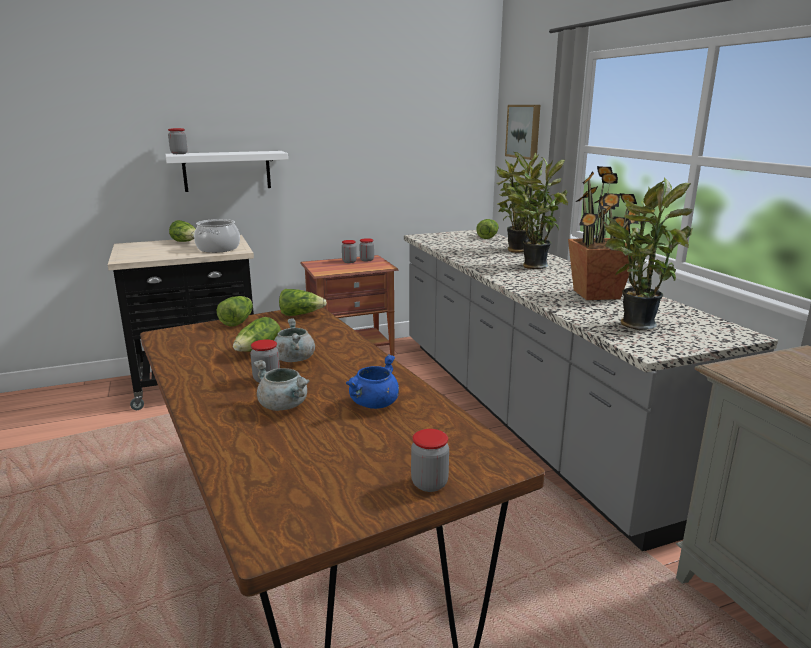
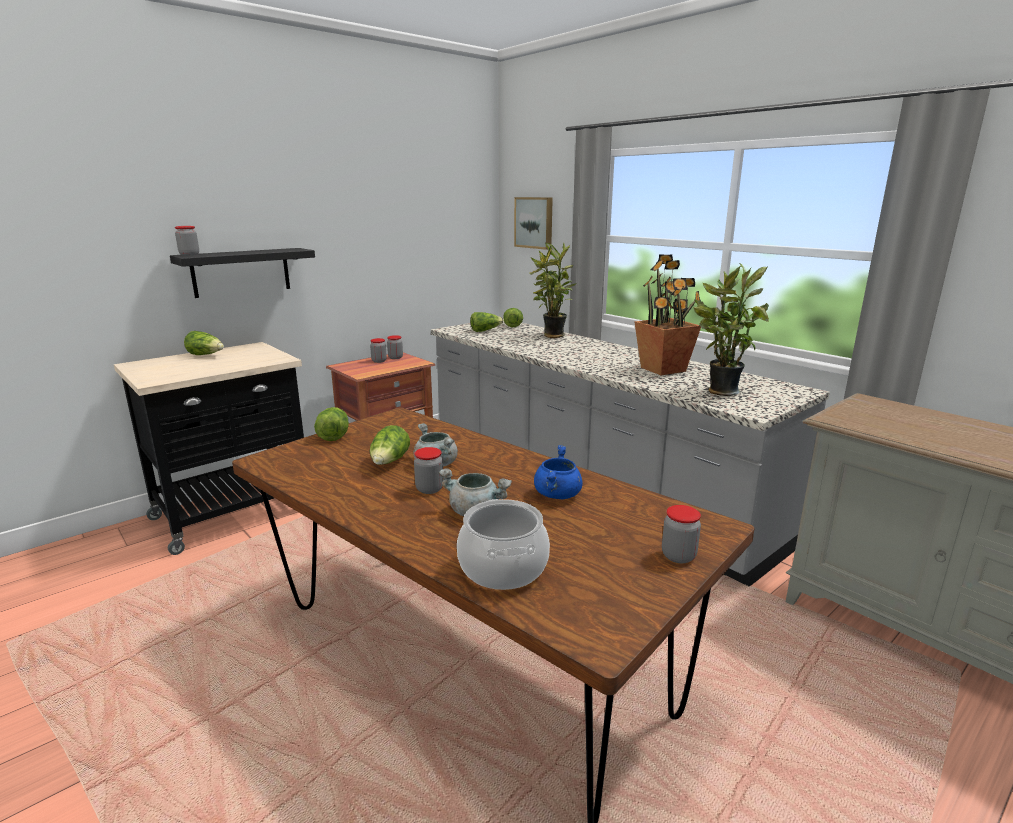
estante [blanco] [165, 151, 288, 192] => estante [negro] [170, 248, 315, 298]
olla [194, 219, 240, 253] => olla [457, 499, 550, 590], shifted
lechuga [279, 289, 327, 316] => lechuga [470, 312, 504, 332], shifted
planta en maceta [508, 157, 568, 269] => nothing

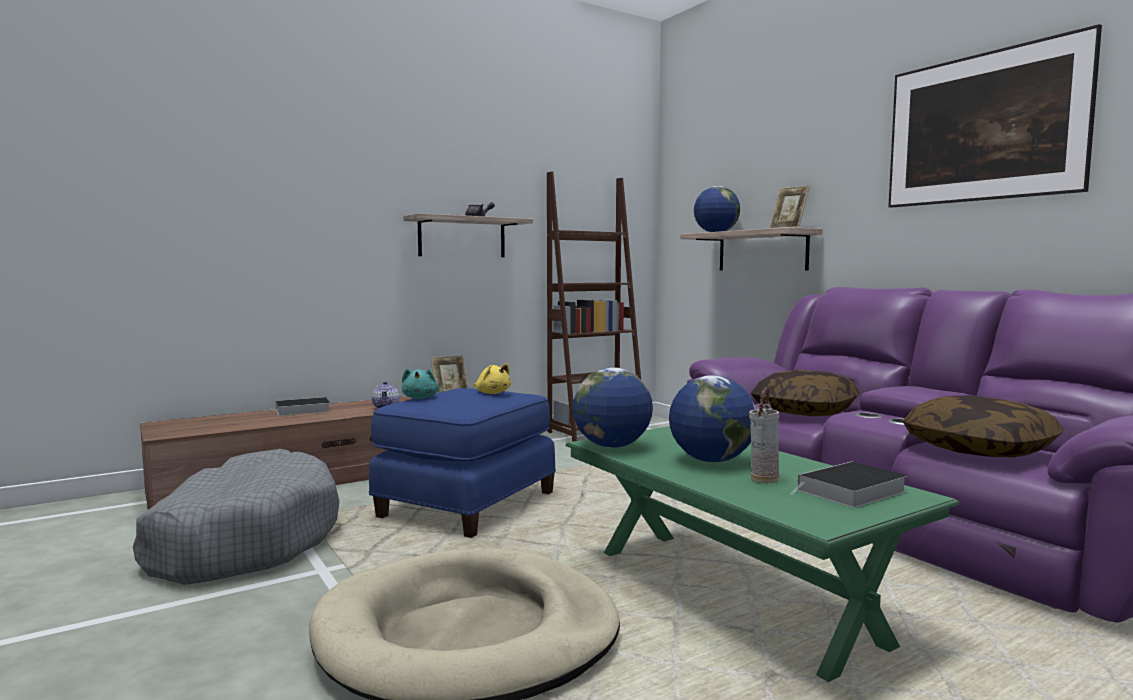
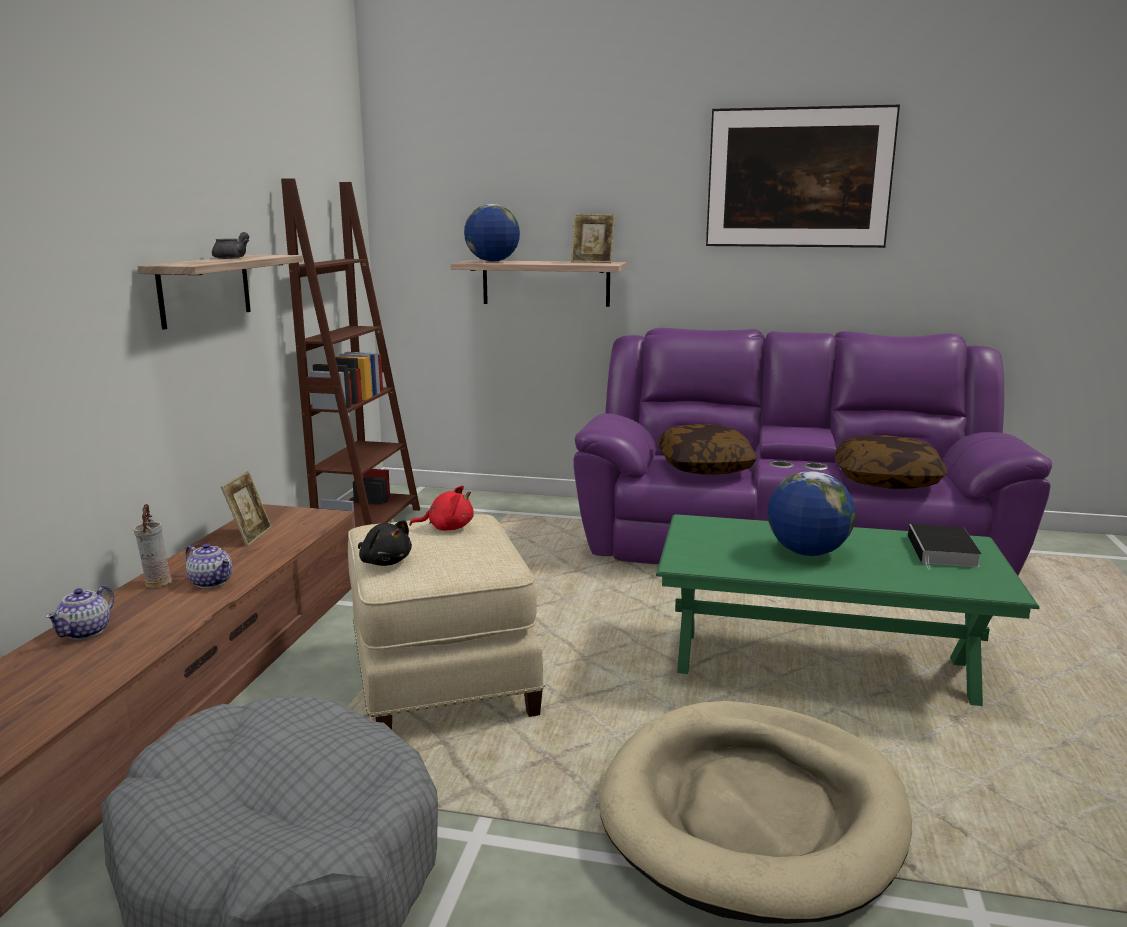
libro [266, 397, 330, 416] => tetera [45, 585, 114, 640]
florero [749, 386, 780, 483] => florero [133, 504, 172, 588], shifted
puf [azul] [369, 388, 556, 538] => puf [beis] [348, 514, 545, 730]
peluche [turquesa] [402, 369, 439, 399] => peluche [negro] [358, 520, 412, 566]
peluche [amarillo] [473, 364, 511, 394] => peluche [rojo] [409, 485, 474, 531]
globo terráqueo [573, 367, 653, 448] => nothing

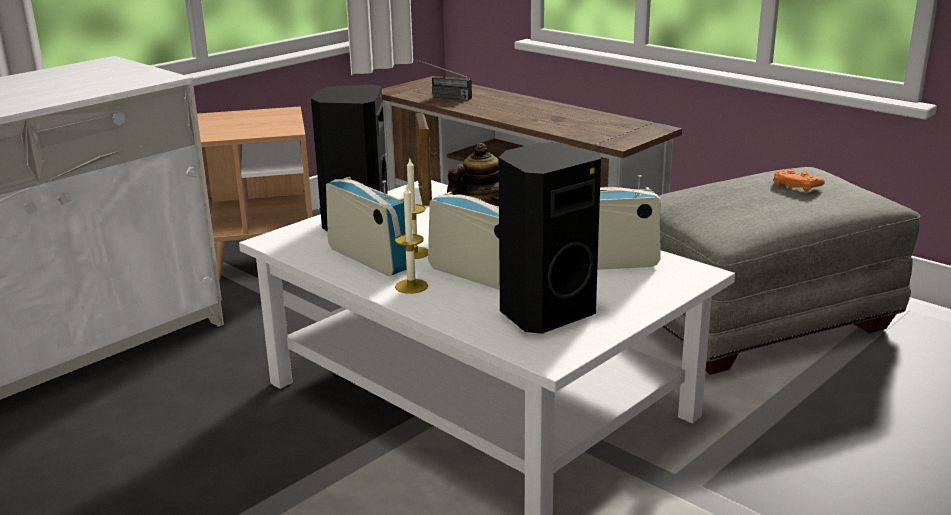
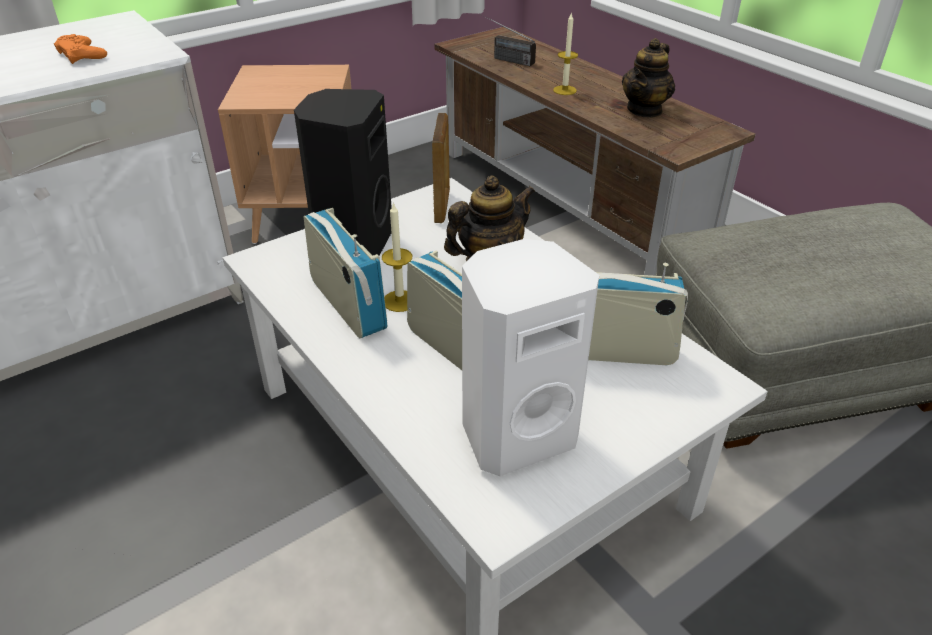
mando de consola [naranja] [773, 169, 825, 192] => mando de consola [naranja] [54, 34, 107, 64], shifted
altavoz [negro] [498, 143, 601, 334] => altavoz [blanco] [462, 239, 599, 476]
vela [395, 184, 428, 294] => vela [553, 12, 578, 95], shifted
nothing => tetera [622, 38, 675, 118]

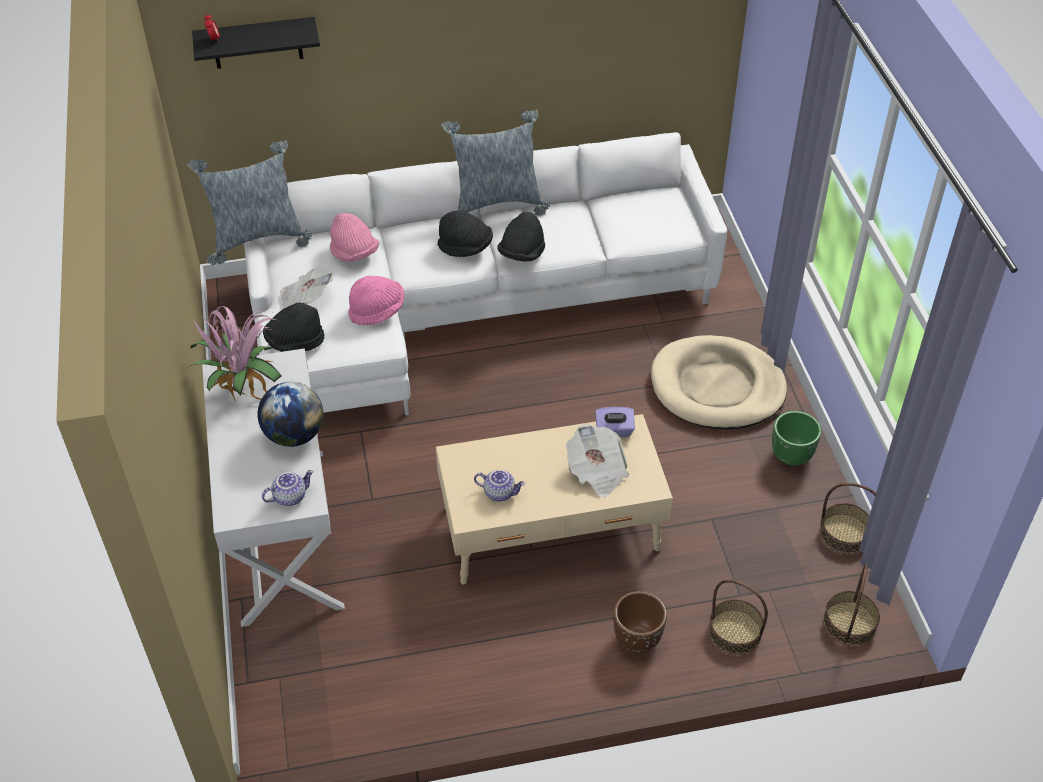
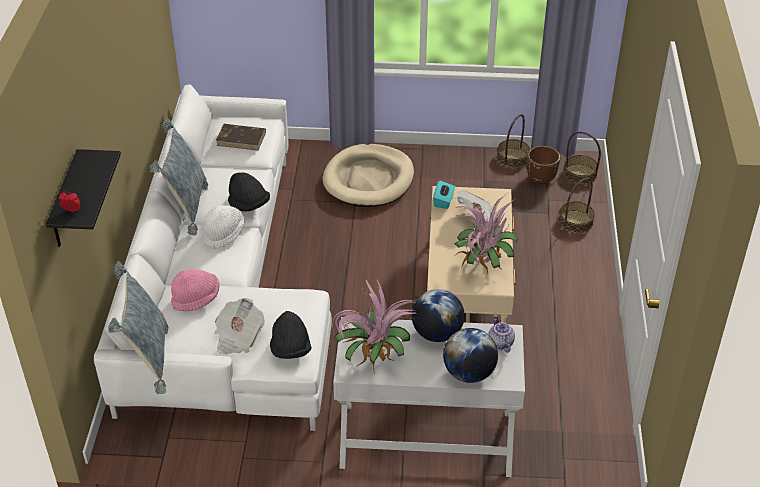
sombrero [negro] [438, 210, 493, 257] => sombrero [blanco] [203, 205, 245, 249]
nothing => libro [marrón] [216, 124, 266, 151]
caja de pañuelos [morado] [595, 407, 635, 437] => caja de pañuelos [turquesa] [433, 181, 455, 209]
nothing => globo terráqueo [443, 328, 498, 383]
tetera [474, 470, 525, 501] => planta en maceta [454, 193, 518, 275]
maceta [marrón] [613, 591, 667, 653] => maceta [marrón] [527, 146, 560, 184], shifted
sombrero [rosa] [348, 276, 405, 325] => nothing
maceta [verde] [772, 411, 821, 466] => nothing

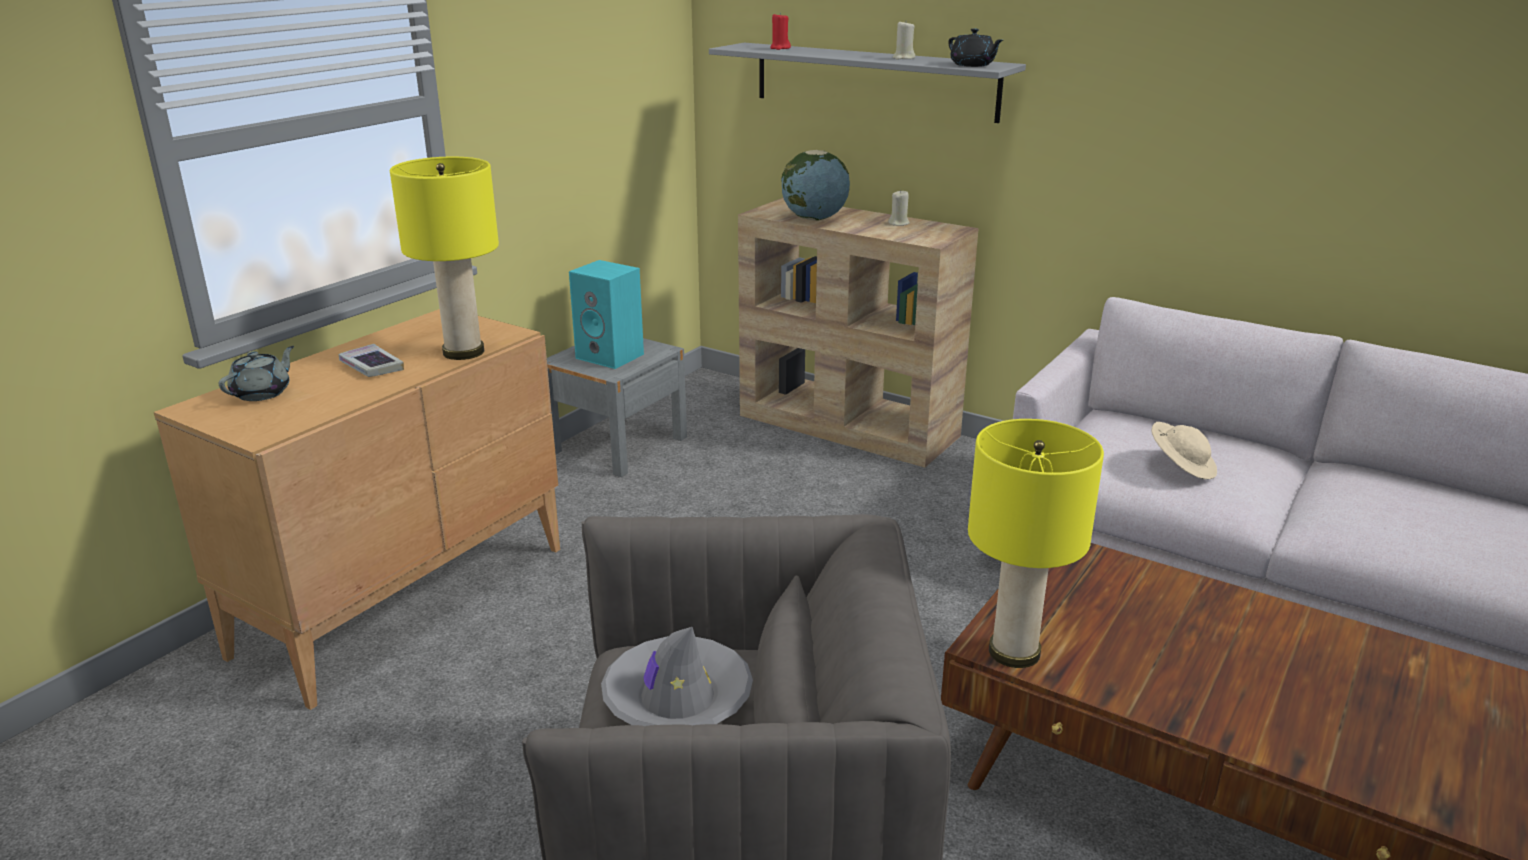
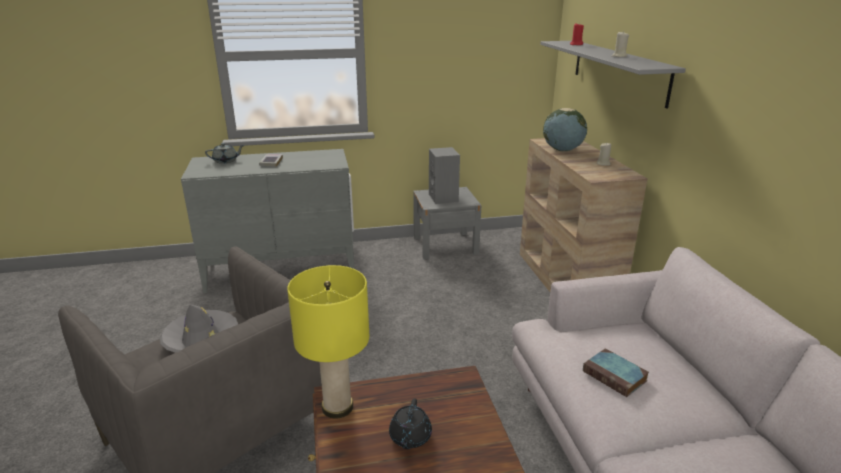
armario [marrón] [154, 309, 560, 710] => armario [gris] [181, 149, 354, 293]
tetera [negro] [948, 29, 1003, 67] => tetera [negro] [389, 398, 432, 449], shifted
altavoz [turquesa] [569, 260, 644, 369] => altavoz [gris] [429, 147, 460, 204]
sombrero [beis] [1152, 422, 1217, 480] => libro [583, 348, 649, 397]
lámpara de mesa [amarillo] [390, 157, 499, 360] => nothing

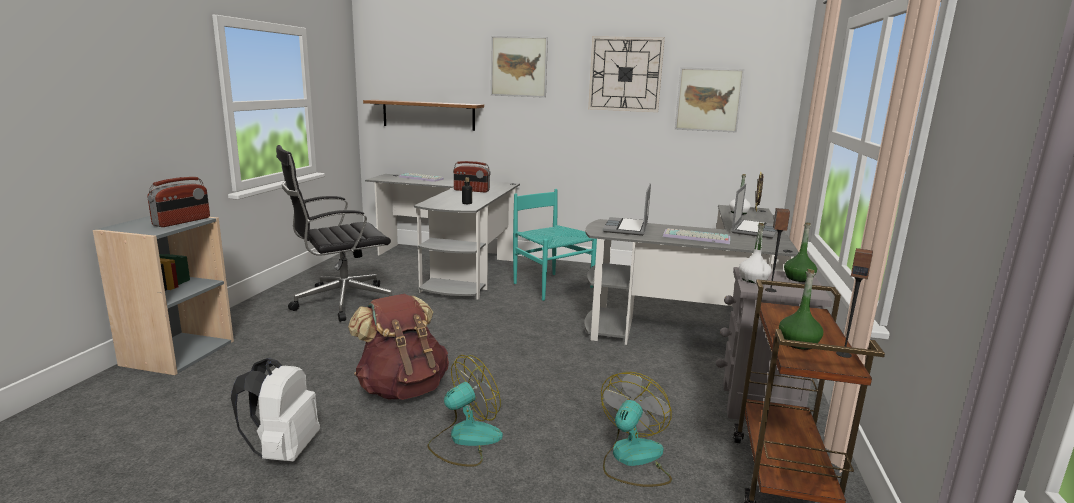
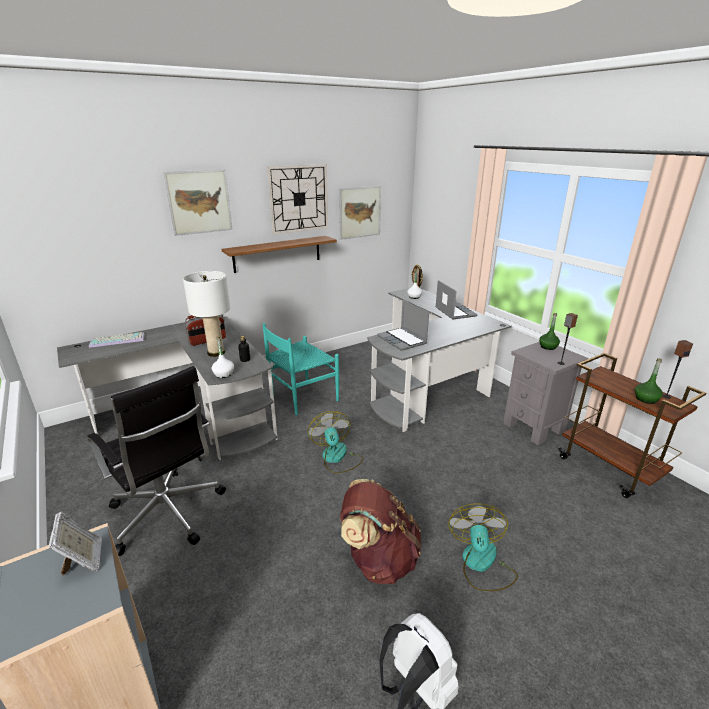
radio [147, 177, 210, 227] => portarretratos [49, 512, 102, 576]
silla de oficina [negro] [276, 145, 392, 322] => silla de oficina [negro] [87, 366, 226, 556], 60 degrees counterclockwise
nothing => lámpara de mesa [blanco] [183, 271, 230, 357]
botella [blanco] [739, 223, 771, 283] => botella [blanco] [212, 336, 234, 378], shifted
estante [363, 100, 484, 131] => estante [222, 236, 337, 273], shifted
silla [turquesa] [513, 189, 597, 301] => silla [turquesa] [263, 323, 339, 415], 45 degrees counterclockwise
ventilador [601, 372, 672, 487] => ventilador [308, 411, 363, 473], shifted
teclado [663, 228, 730, 244] => nothing

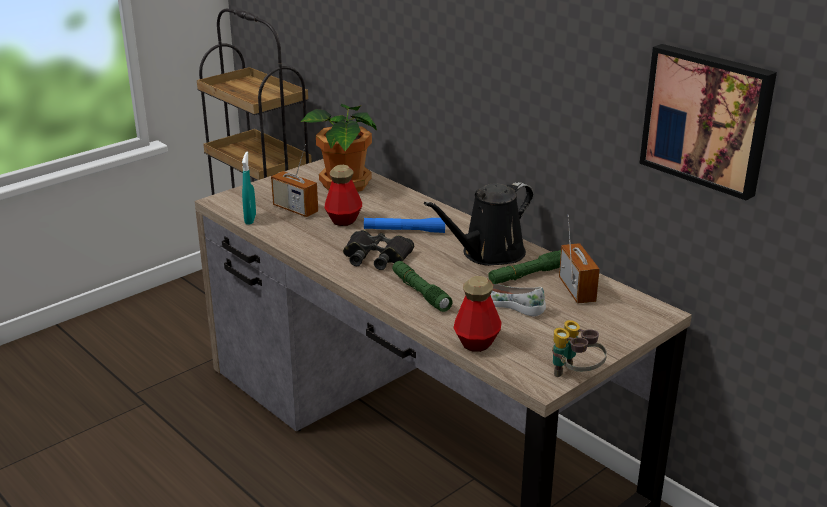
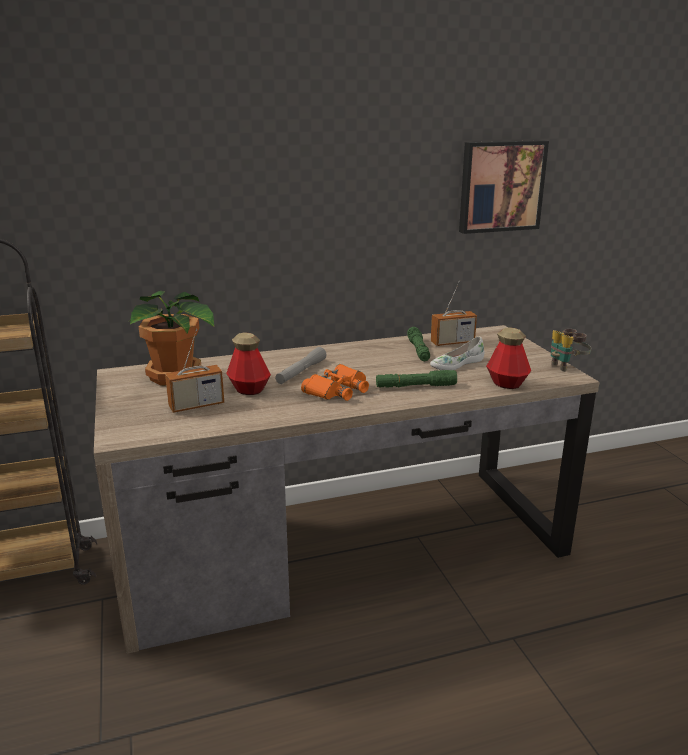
linterna [azul] [364, 218, 445, 233] => linterna [gris] [275, 347, 327, 384]
prismáticos [negro] [343, 230, 414, 270] => prismáticos [naranja] [301, 364, 369, 401]
radio [559, 215, 600, 304] => radio [431, 280, 477, 346], 150 degrees clockwise
pulverizador [turquesa] [242, 152, 256, 225] => nothing
regadera [negro] [424, 182, 534, 266] => nothing

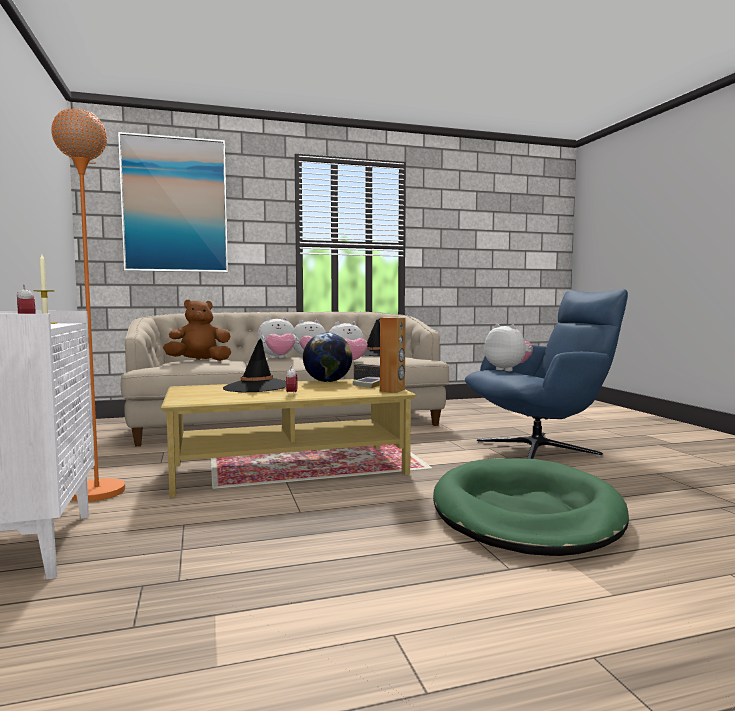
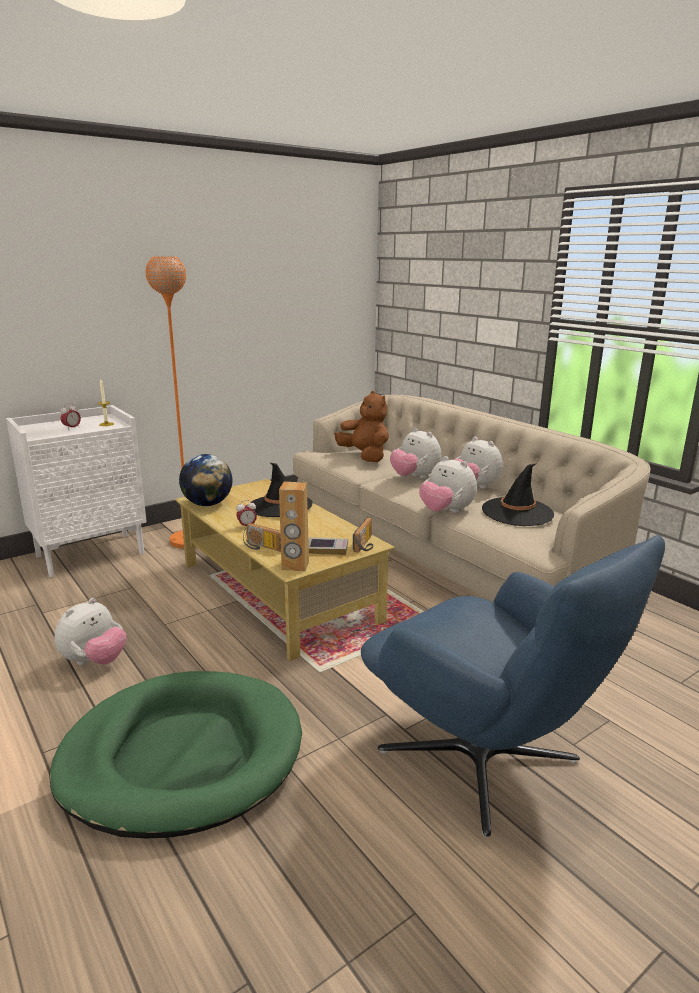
peluche [484, 324, 533, 371] => peluche [55, 598, 126, 665], shifted
globo terráqueo [303, 333, 352, 382] => globo terráqueo [179, 454, 232, 506], shifted
nothing => radio [243, 523, 281, 552]
cuadro [118, 132, 228, 272] => nothing

